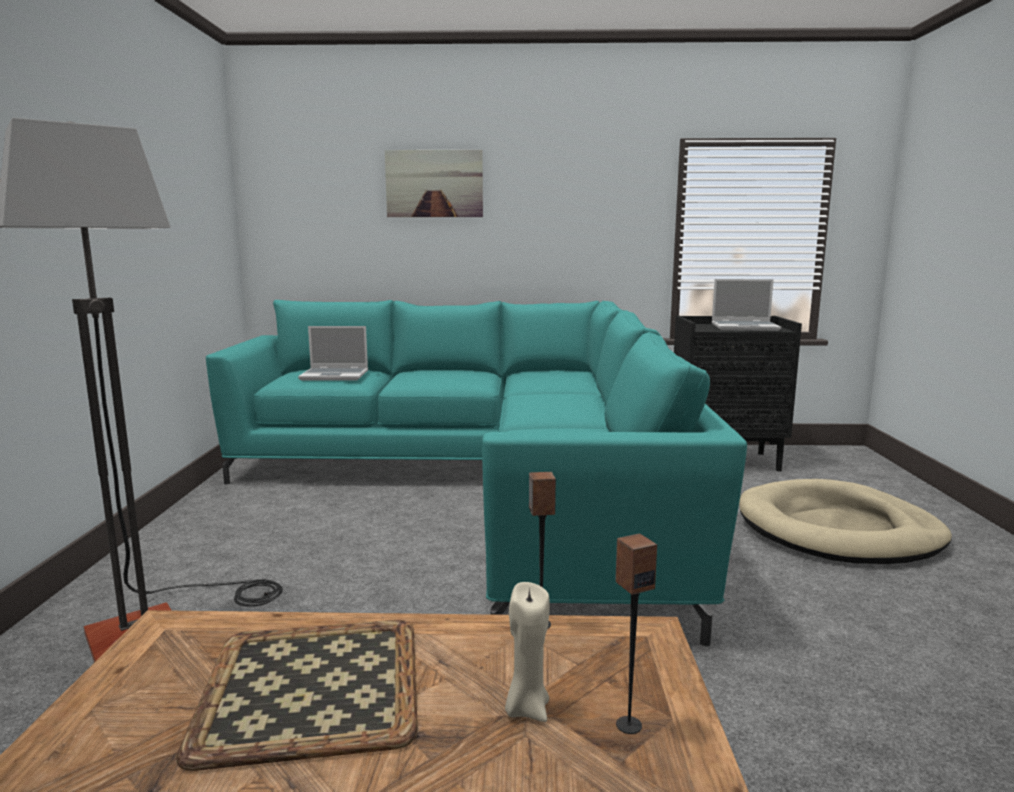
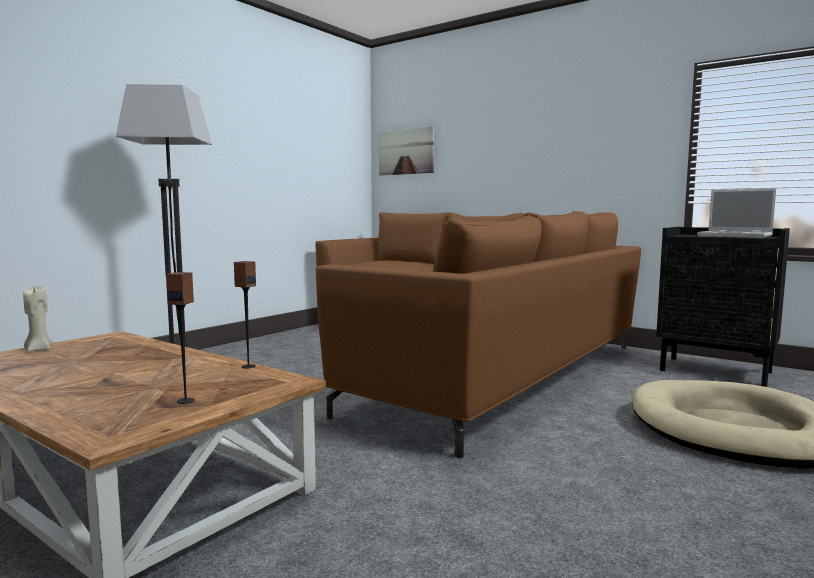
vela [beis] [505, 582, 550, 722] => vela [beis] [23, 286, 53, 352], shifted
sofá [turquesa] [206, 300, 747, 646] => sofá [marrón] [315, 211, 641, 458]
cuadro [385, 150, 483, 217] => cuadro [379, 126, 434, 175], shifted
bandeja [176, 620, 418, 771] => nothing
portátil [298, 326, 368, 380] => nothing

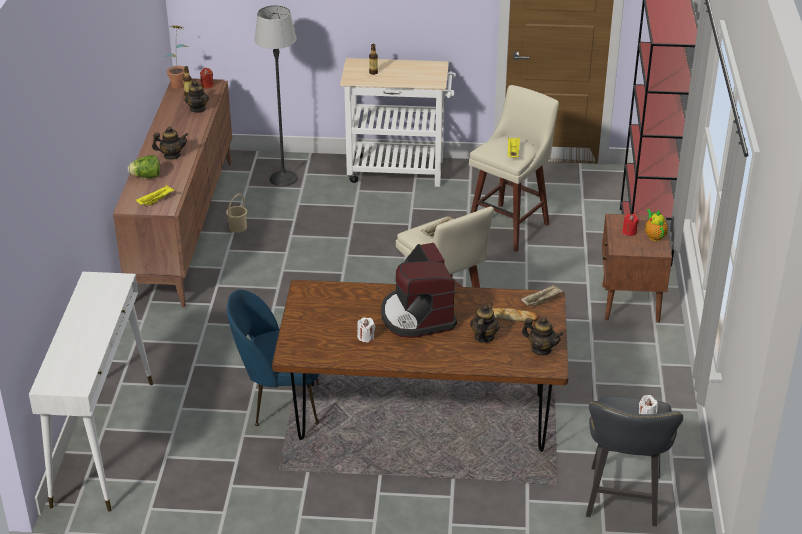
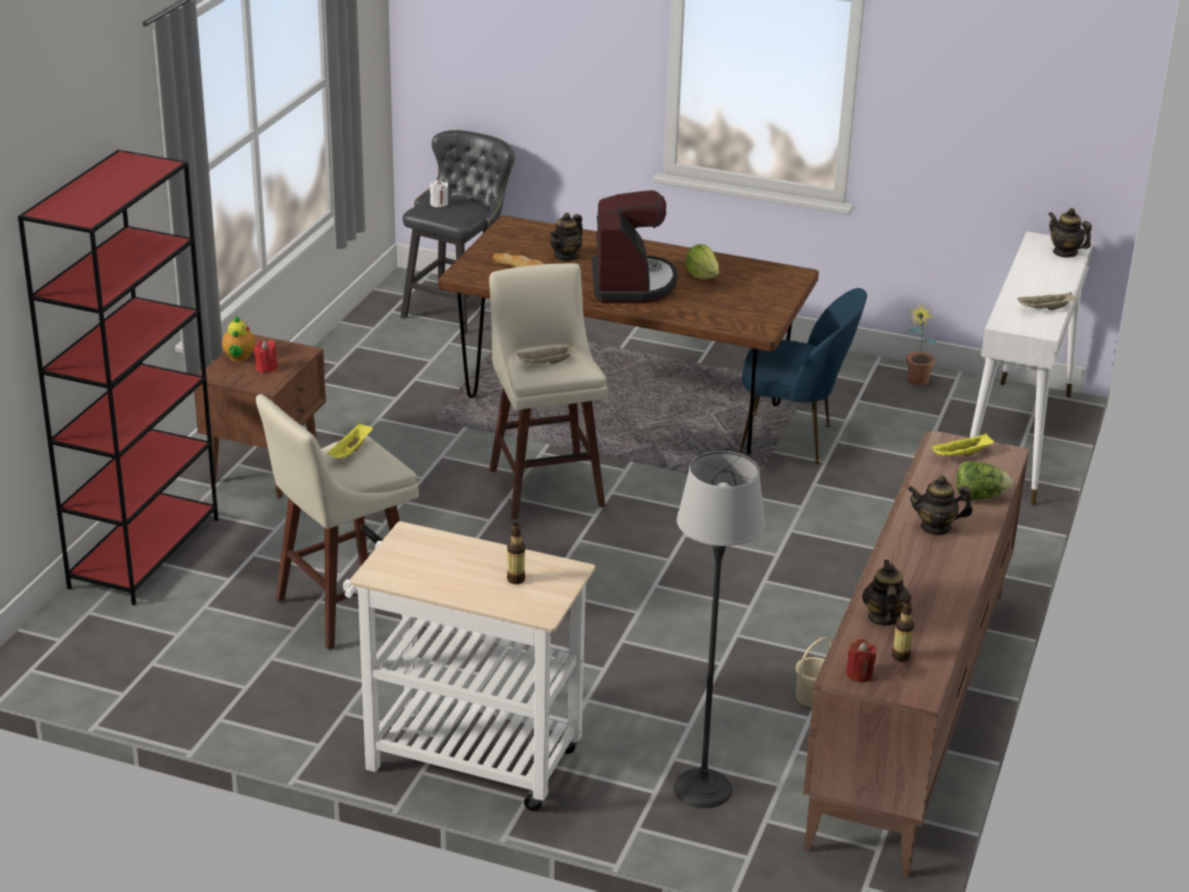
vela [blanco] [357, 317, 375, 343] => lechuga [686, 244, 719, 279]
planta en maceta [164, 25, 188, 89] => planta en maceta [905, 304, 940, 386], shifted
bandeja [beis] [521, 285, 564, 306] => bandeja [beis] [1017, 292, 1077, 310], shifted
tetera [522, 317, 563, 355] => tetera [1049, 208, 1092, 258], shifted

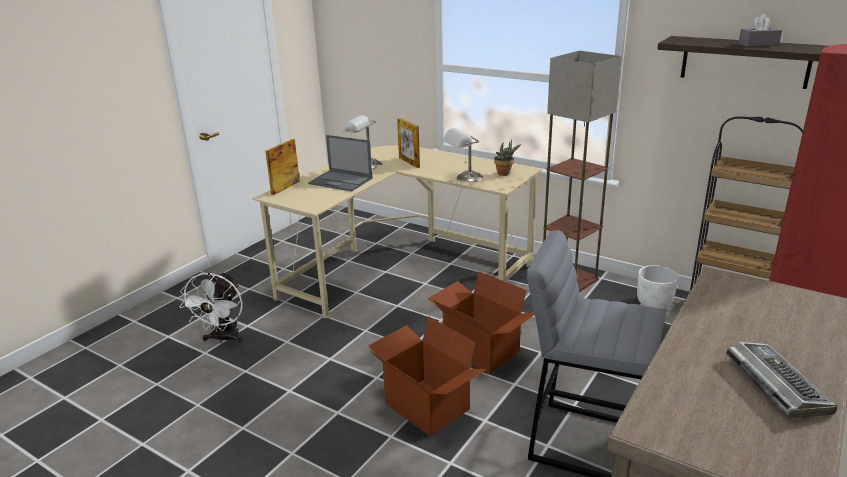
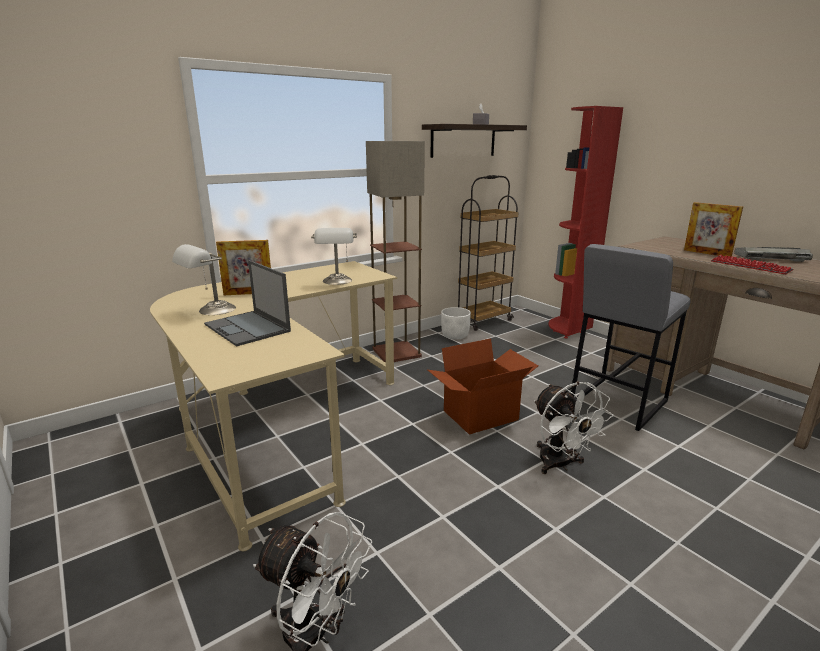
portátil [308, 135, 372, 191] => portátil [204, 260, 291, 347], 90 degrees clockwise
caja de cartón [368, 316, 486, 436] => ventilador [blanco] [534, 382, 613, 474]
portarretratos [265, 139, 300, 195] => portarretratos [684, 202, 743, 257], shifted
nothing => teclado [711, 255, 794, 274]
planta en maceta [494, 139, 521, 176] => nothing

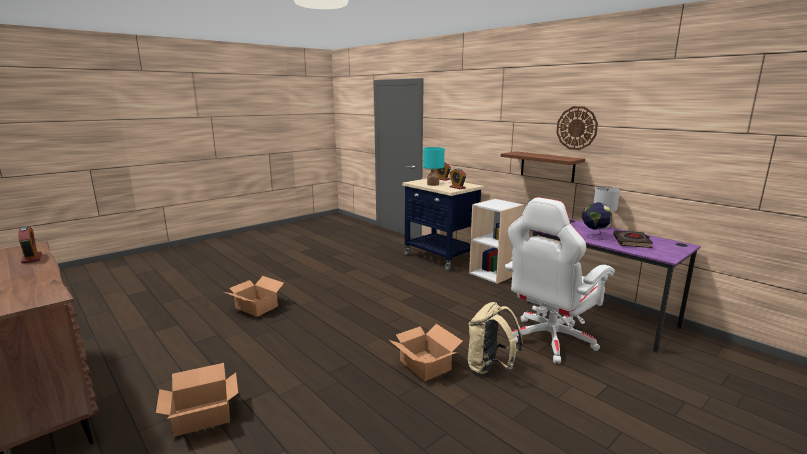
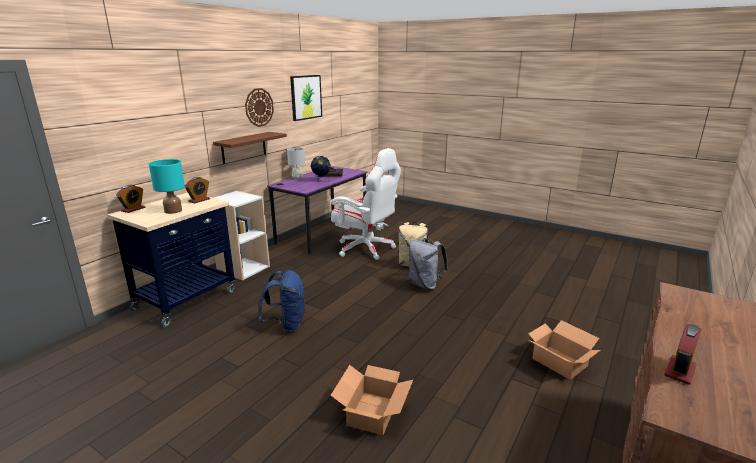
nothing => mochila [azul] [259, 270, 305, 333]
nothing => cuadro [290, 75, 322, 121]
caja de cartón [389, 324, 463, 381] => mochila [gris] [409, 238, 448, 290]

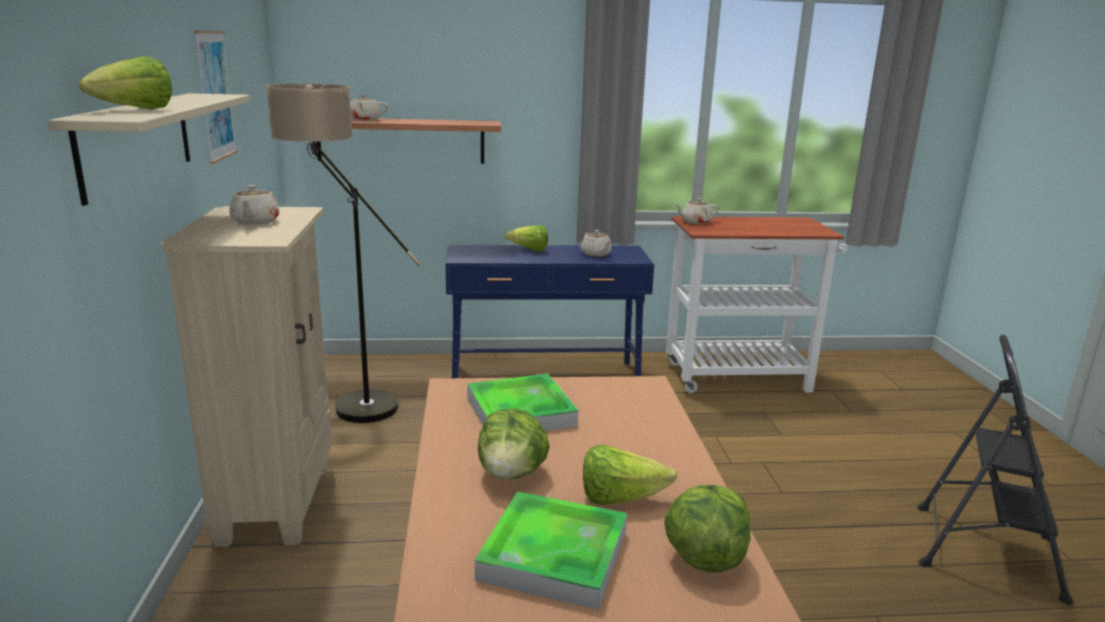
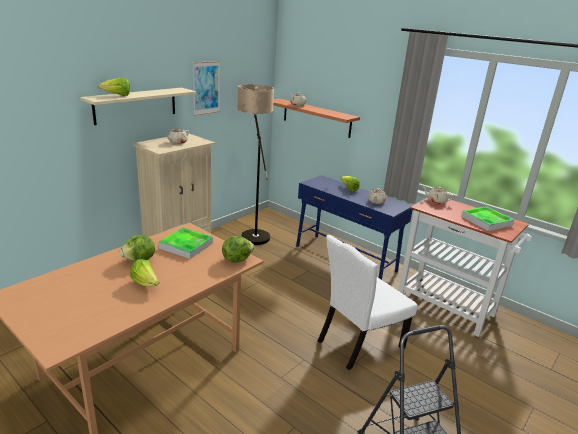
lechuga [664, 485, 751, 572] => lechuga [222, 236, 254, 263], shifted
nothing => silla [blanco] [317, 235, 418, 370]
bandeja [475, 491, 627, 610] => bandeja [461, 206, 514, 231], shifted

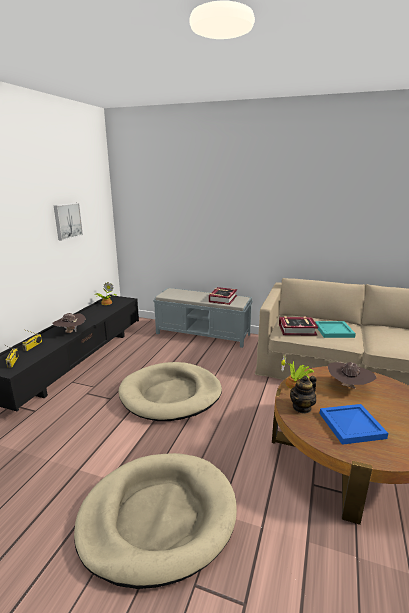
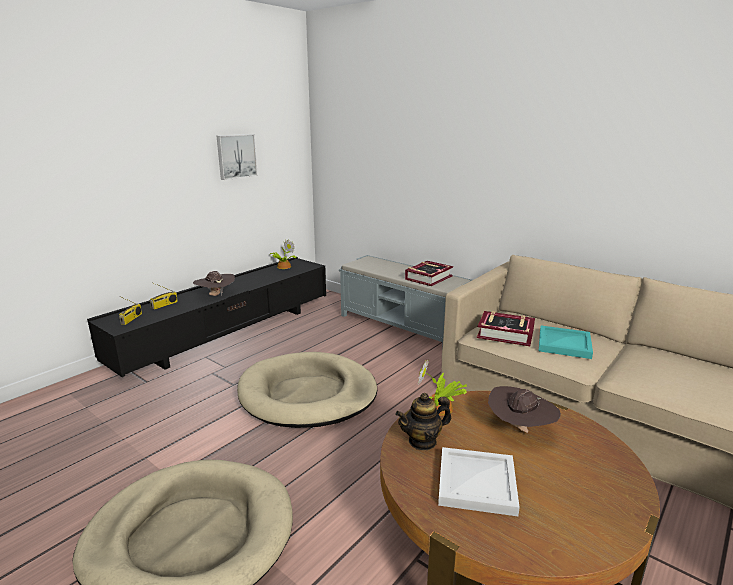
bandeja [azul] [320, 404, 388, 445] => bandeja [blanco] [438, 447, 520, 516]

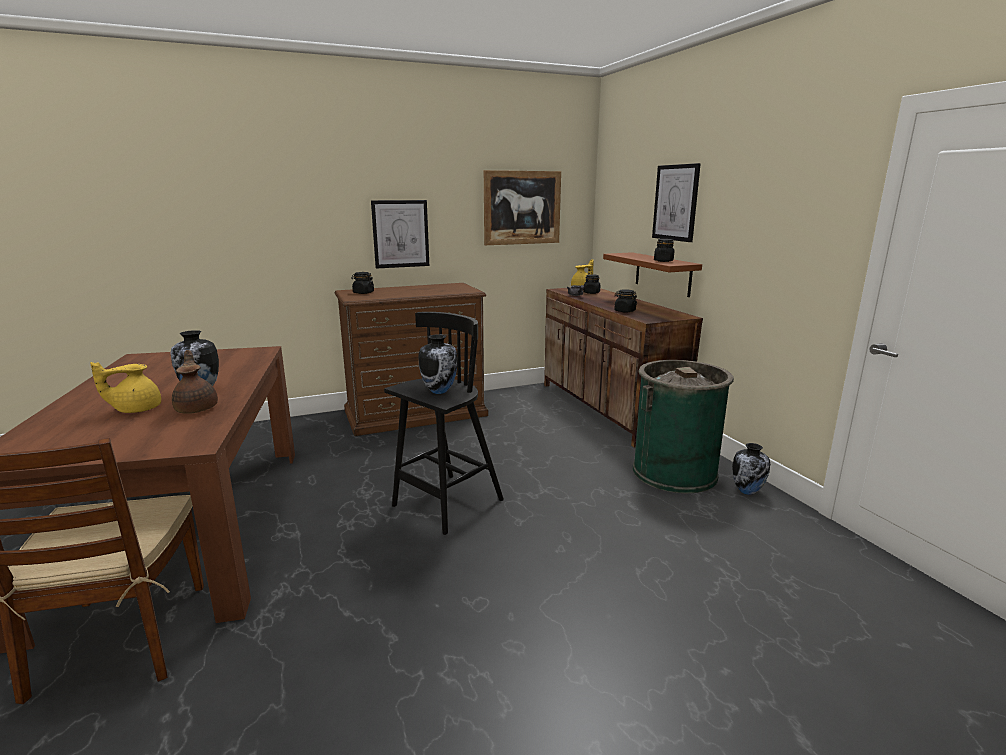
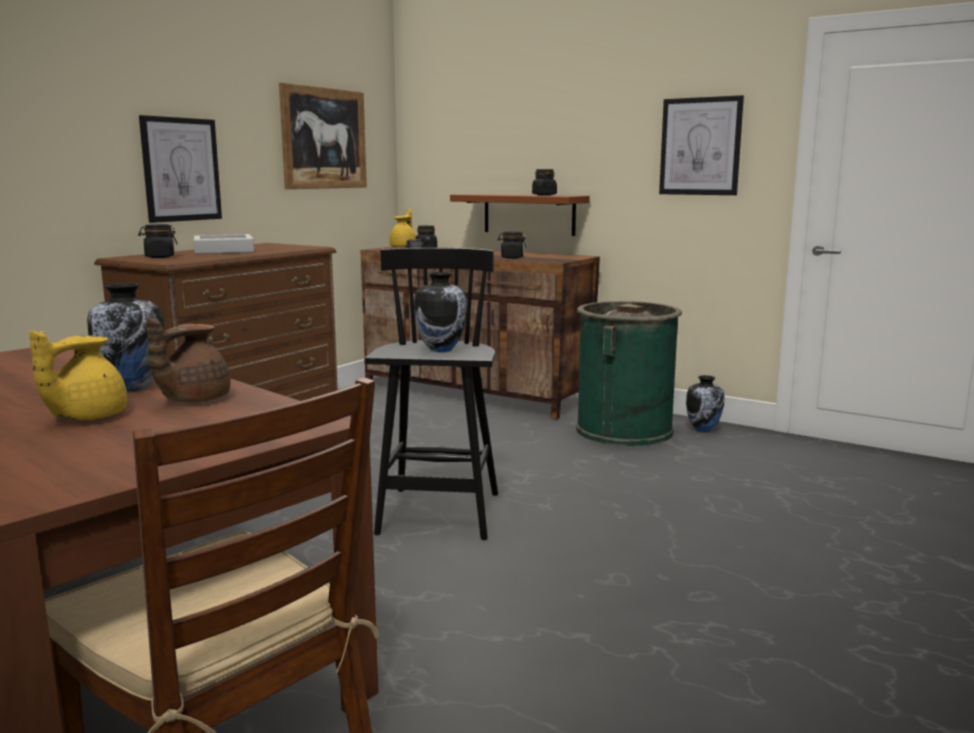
tetera [marrón] [172, 350, 218, 414] => tetera [marrón] [146, 318, 231, 402], 90 degrees counterclockwise
nothing => bandeja [gris] [194, 234, 254, 254]
cuadro [652, 163, 701, 242] => cuadro [659, 95, 744, 195], shifted

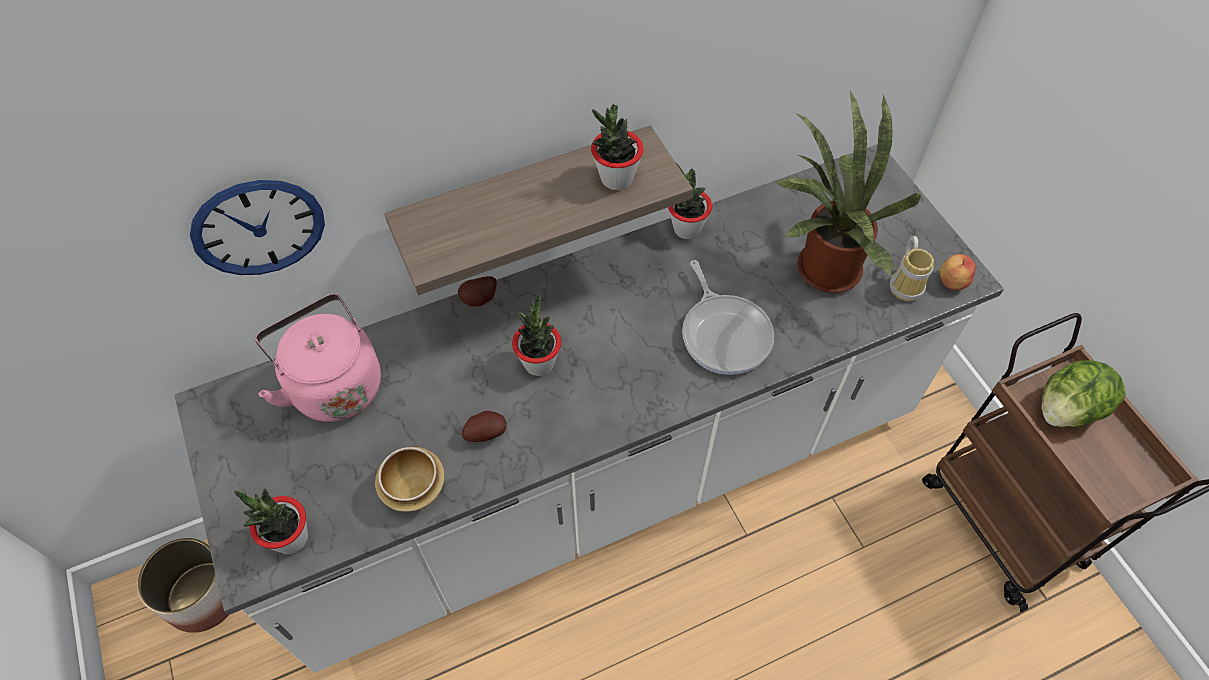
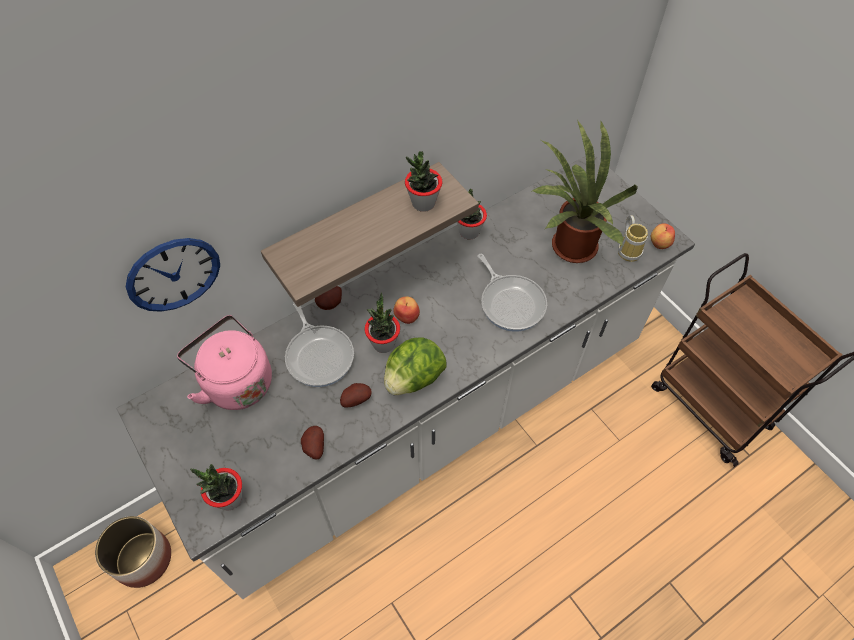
nothing => sartén [285, 302, 354, 387]
cuenco [375, 447, 445, 512] => patata [301, 426, 324, 460]
lechuga [1042, 360, 1126, 427] => lechuga [384, 337, 447, 395], shifted
nothing => manzana [393, 296, 420, 324]

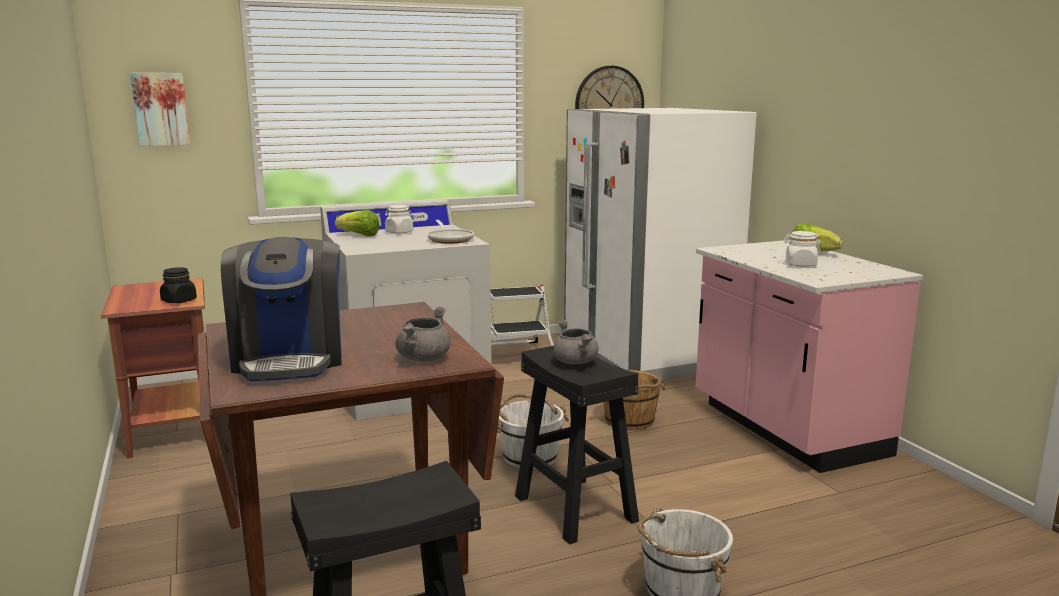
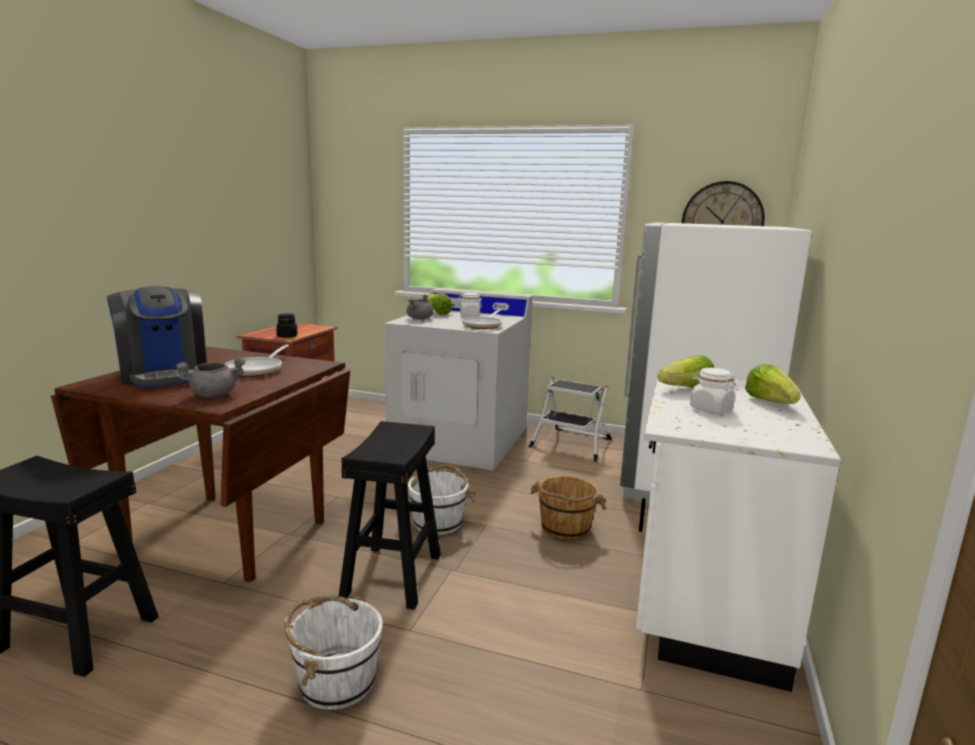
cafetera [221, 237, 342, 381] => cafetera [107, 286, 207, 387], 60 degrees counterclockwise
nothing => sartén [225, 345, 289, 377]
olla [gris] [553, 319, 598, 364] => olla [gris] [406, 294, 434, 320], shifted
mueble bajo de cocina [rosa] [696, 240, 923, 473] => mueble bajo de cocina [blanco] [636, 372, 841, 692]
nothing => lechuga [658, 355, 714, 388]
cuadro [130, 73, 190, 146] => nothing

